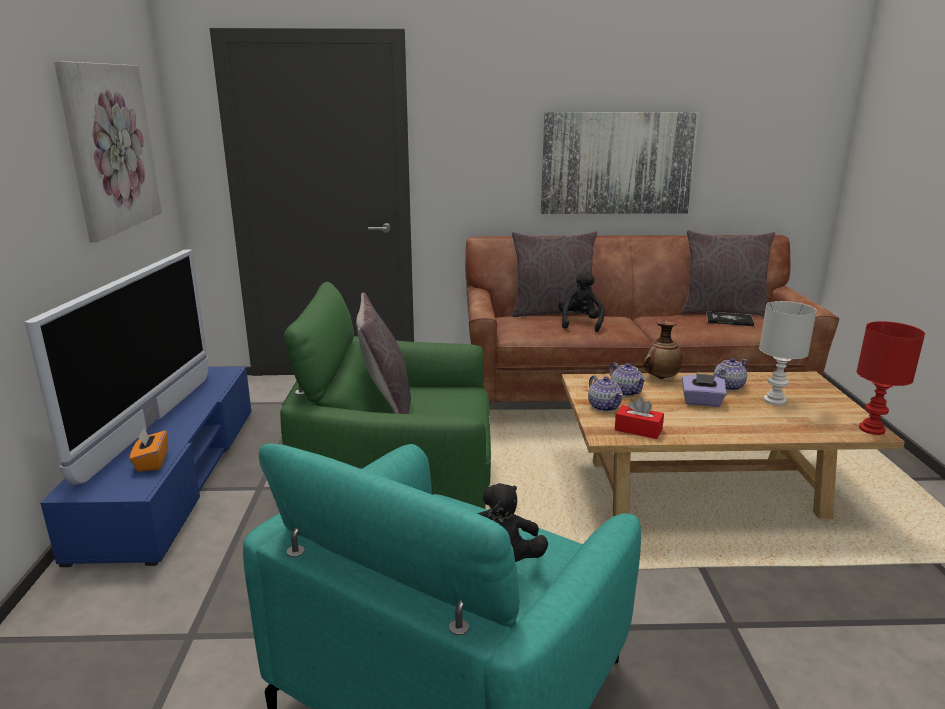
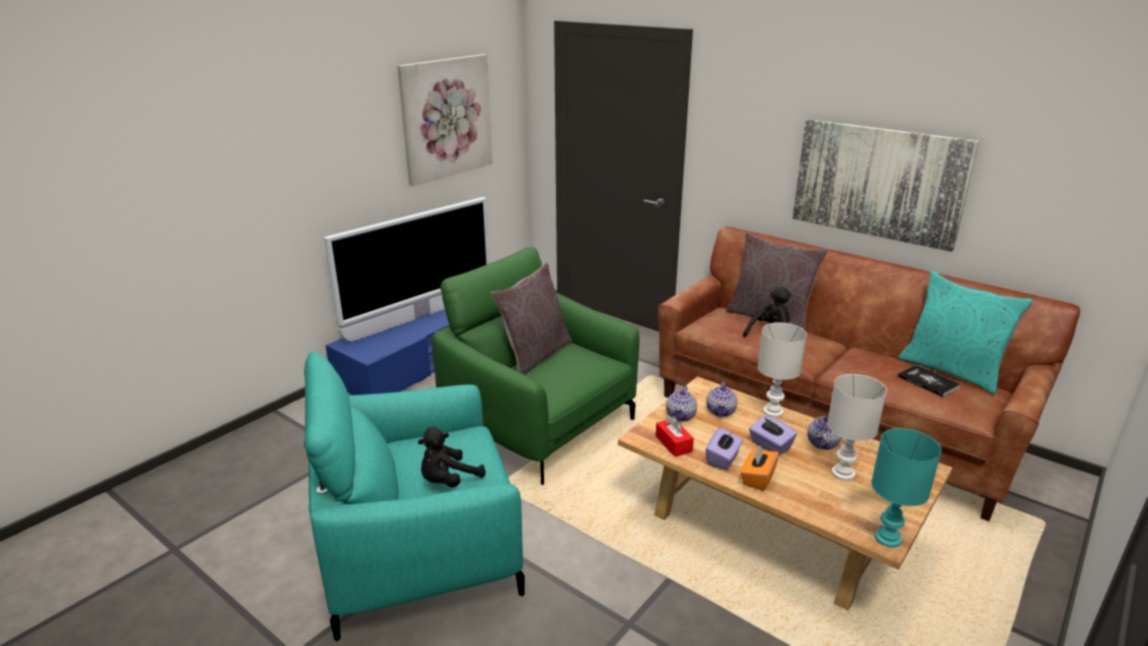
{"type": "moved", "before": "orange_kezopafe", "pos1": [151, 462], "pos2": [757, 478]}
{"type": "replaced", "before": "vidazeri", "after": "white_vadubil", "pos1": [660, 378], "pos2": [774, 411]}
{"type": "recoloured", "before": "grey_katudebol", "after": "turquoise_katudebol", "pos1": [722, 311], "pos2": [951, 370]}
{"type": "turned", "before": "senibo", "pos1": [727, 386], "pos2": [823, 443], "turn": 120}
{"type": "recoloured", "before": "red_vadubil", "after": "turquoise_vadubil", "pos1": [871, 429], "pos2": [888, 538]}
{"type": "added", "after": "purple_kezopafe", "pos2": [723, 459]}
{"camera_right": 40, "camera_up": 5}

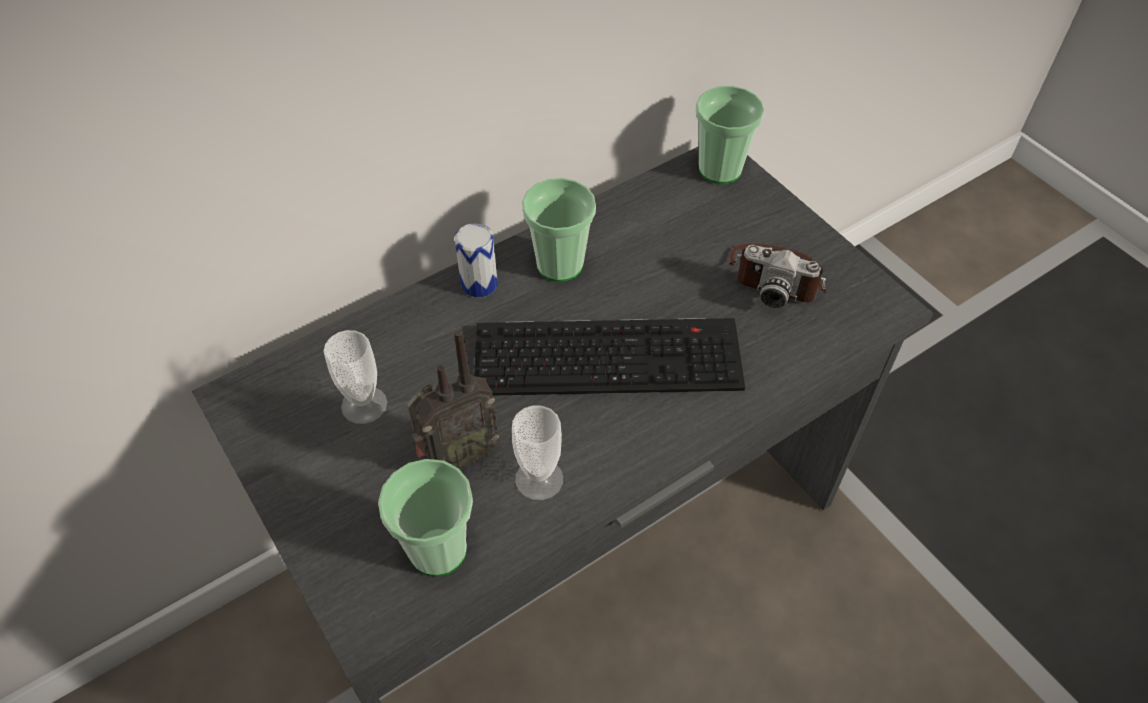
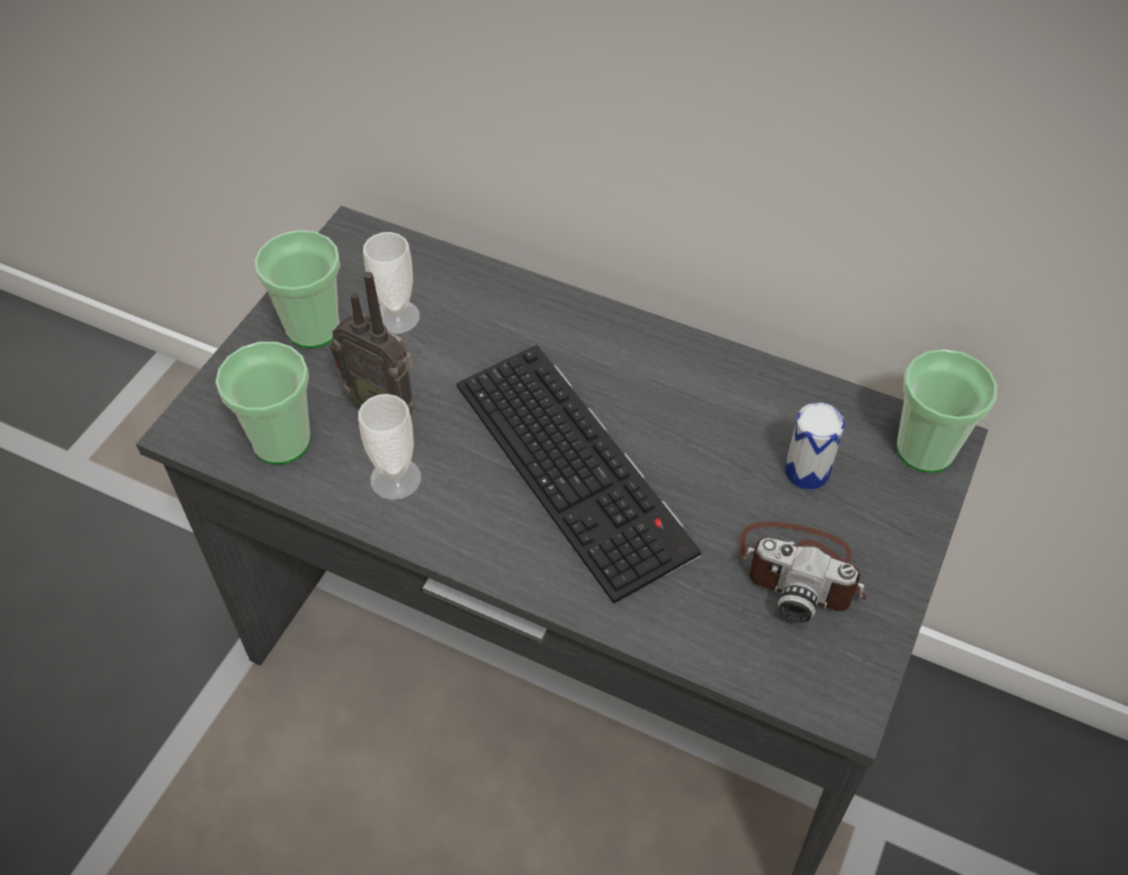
{"type": "moved", "before": "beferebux", "pos1": [479, 284], "pos2": [807, 471]}
{"type": "moved", "before": "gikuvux", "pos1": [559, 264], "pos2": [313, 328]}
{"type": "turned", "before": "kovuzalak", "pos1": [776, 277], "pos2": [800, 571], "turn": -60}
{"camera_right": 60, "camera_up": 0}

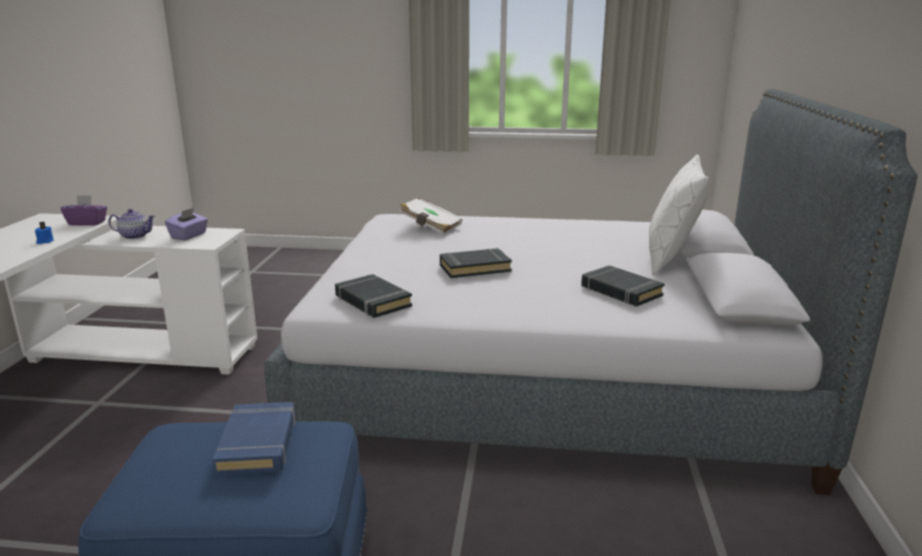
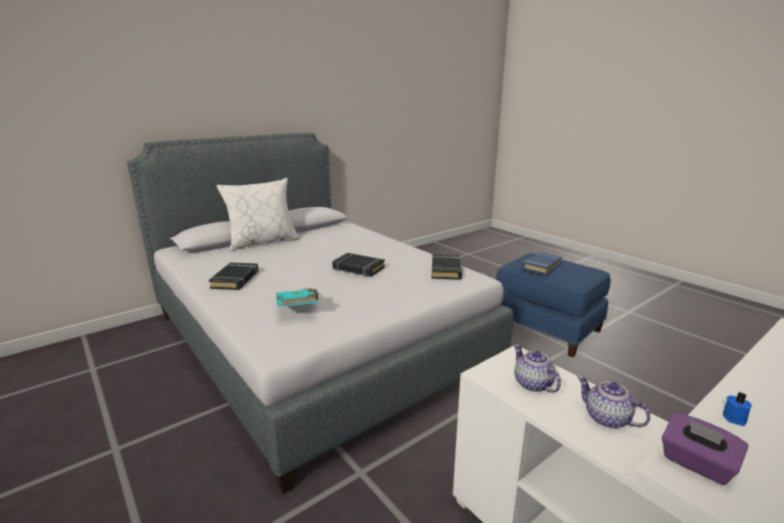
{"type": "replaced", "before": "purple_kezopafe", "after": "senibo", "pos1": [189, 236], "pos2": [533, 384]}
{"type": "recoloured", "before": "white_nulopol", "after": "turquoise_nulopol", "pos1": [430, 227], "pos2": [298, 308]}
{"type": "moved", "before": "black_nulopol", "pos1": [620, 291], "pos2": [235, 280]}
{"camera_right": -135, "camera_up": 0}

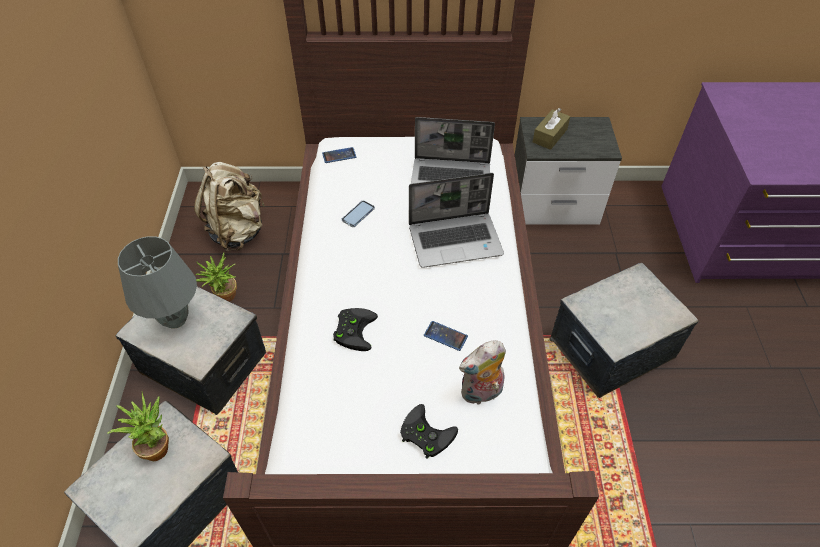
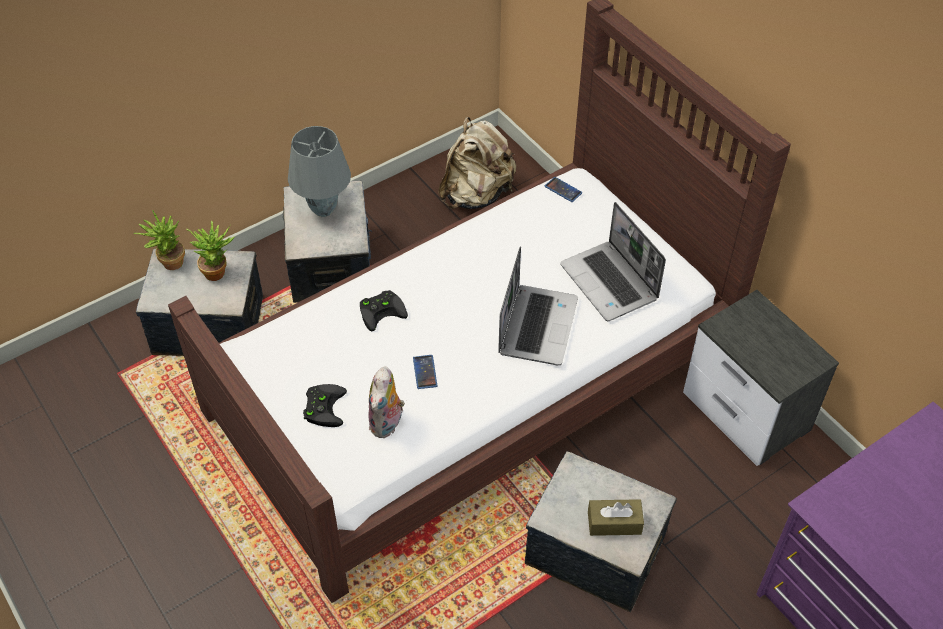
{"type": "moved", "before": "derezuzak", "pos1": [224, 298], "pos2": [168, 263]}
{"type": "removed", "before": "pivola", "pos1": [358, 214]}
{"type": "turned", "before": "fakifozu", "pos1": [456, 240], "pos2": [537, 325], "turn": -120}
{"type": "turned", "before": "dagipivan", "pos1": [481, 393], "pos2": [387, 424], "turn": -105}
{"type": "moved", "before": "brown_kezopafe", "pos1": [550, 136], "pos2": [614, 523]}
{"camera_right": 55, "camera_up": 0}

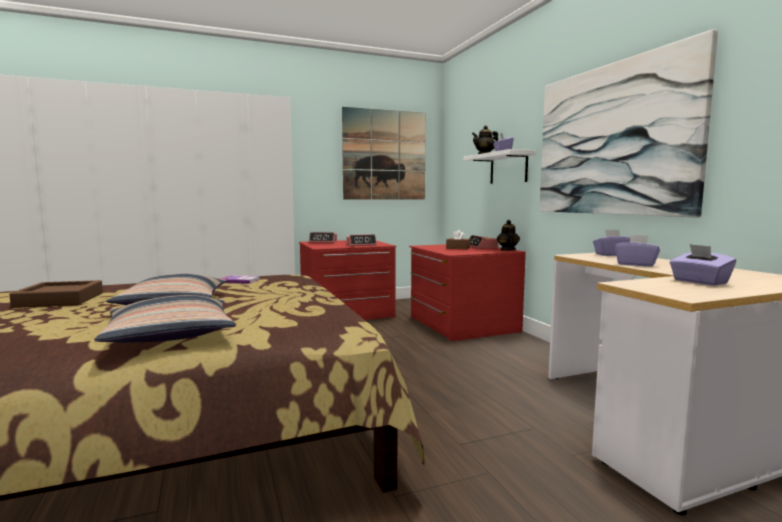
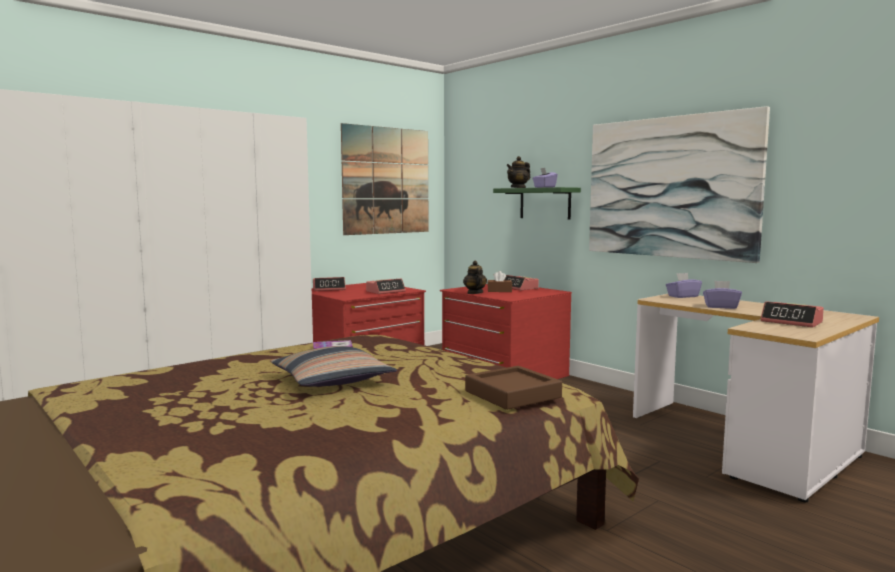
{"type": "moved", "before": "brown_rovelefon", "pos1": [60, 300], "pos2": [512, 394]}
{"type": "removed", "before": "katudebol", "pos1": [170, 335]}
{"type": "recoloured", "before": "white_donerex", "after": "green_donerex", "pos1": [508, 168], "pos2": [545, 203]}
{"type": "moved", "before": "senibo", "pos1": [507, 250], "pos2": [474, 293]}
{"type": "replaced", "before": "purple_kezopafe", "after": "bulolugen", "pos1": [699, 282], "pos2": [791, 322]}
{"camera_right": -20, "camera_up": 0}

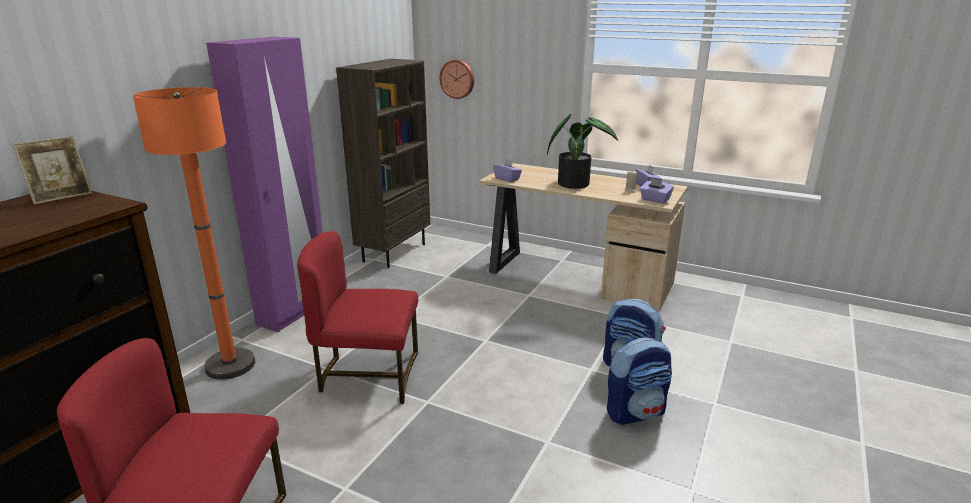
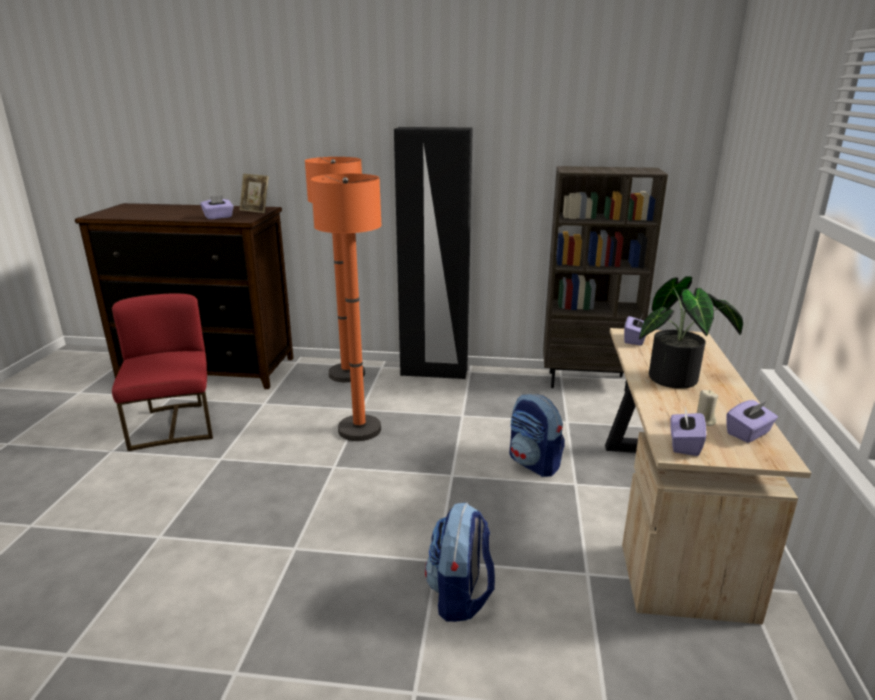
{"type": "recoloured", "before": "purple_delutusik", "after": "black_delutusik", "pos1": [294, 312], "pos2": [434, 372]}
{"type": "replaced", "before": "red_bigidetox", "after": "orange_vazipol", "pos1": [368, 375], "pos2": [359, 429]}
{"type": "removed", "before": "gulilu", "pos1": [457, 79]}
{"type": "moved", "before": "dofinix", "pos1": [636, 412], "pos2": [534, 463]}
{"type": "added", "after": "purple_kezopafe", "pos2": [219, 217]}
{"camera_right": 70, "camera_up": 0}

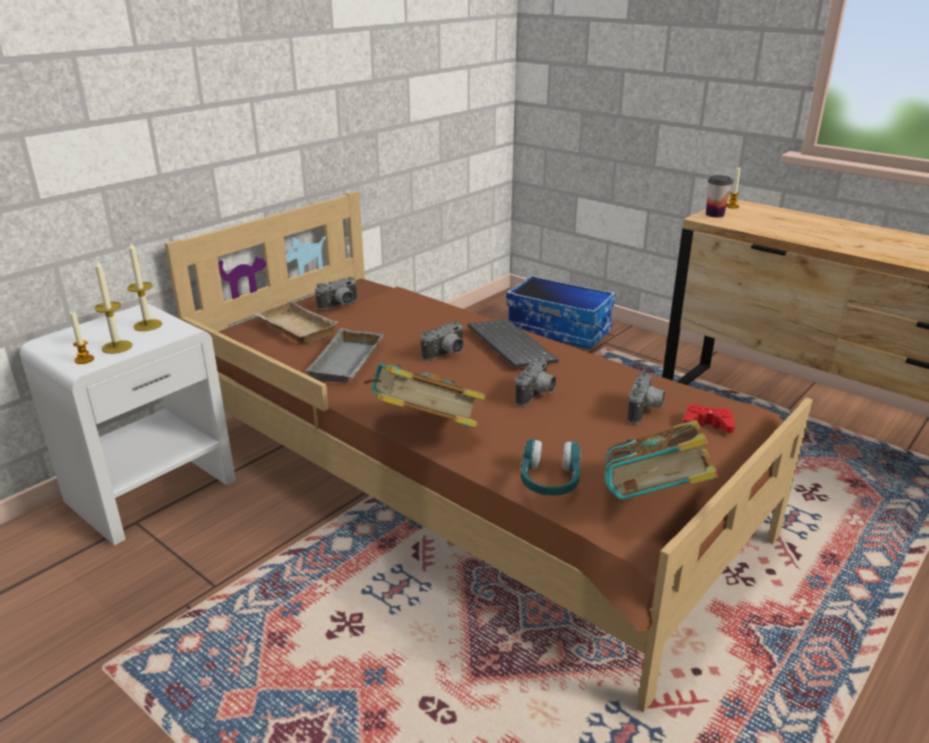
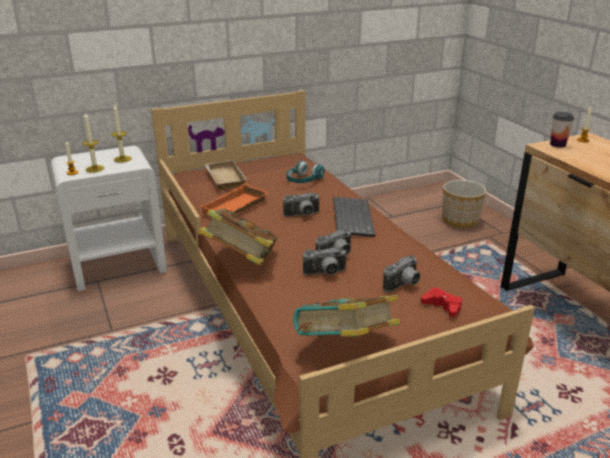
{"type": "recoloured", "before": "grey_rovelefon", "after": "orange_rovelefon", "pos1": [349, 363], "pos2": [236, 208]}
{"type": "moved", "before": "kovuzalak", "pos1": [340, 306], "pos2": [325, 274]}
{"type": "replaced", "before": "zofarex", "after": "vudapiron", "pos1": [559, 330], "pos2": [460, 220]}
{"type": "moved", "before": "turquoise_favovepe", "pos1": [549, 481], "pos2": [303, 180]}
{"camera_right": 25, "camera_up": 0}

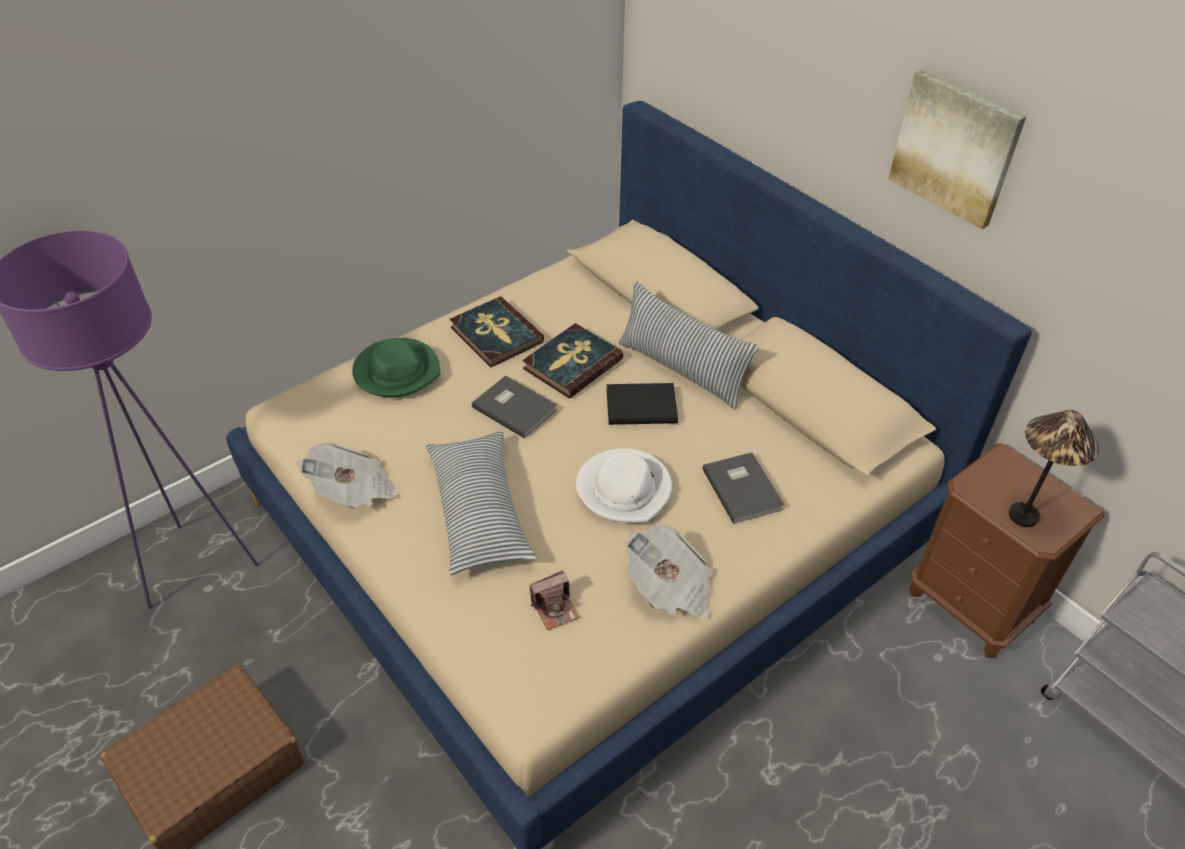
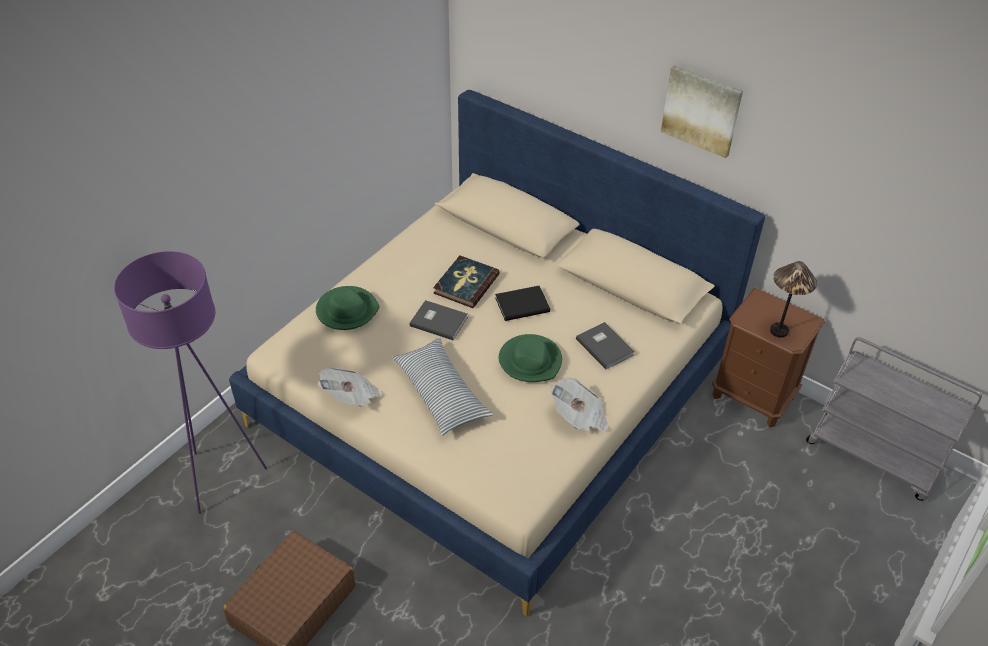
{"type": "removed", "before": "nulopol", "pos1": [496, 335]}
{"type": "removed", "before": "kovuzalak", "pos1": [555, 609]}
{"type": "recoloured", "before": "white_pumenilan", "after": "green_pumenilan", "pos1": [624, 489], "pos2": [530, 361]}
{"type": "removed", "before": "katudebol", "pos1": [681, 370]}
{"camera_right": -15, "camera_up": 0}

